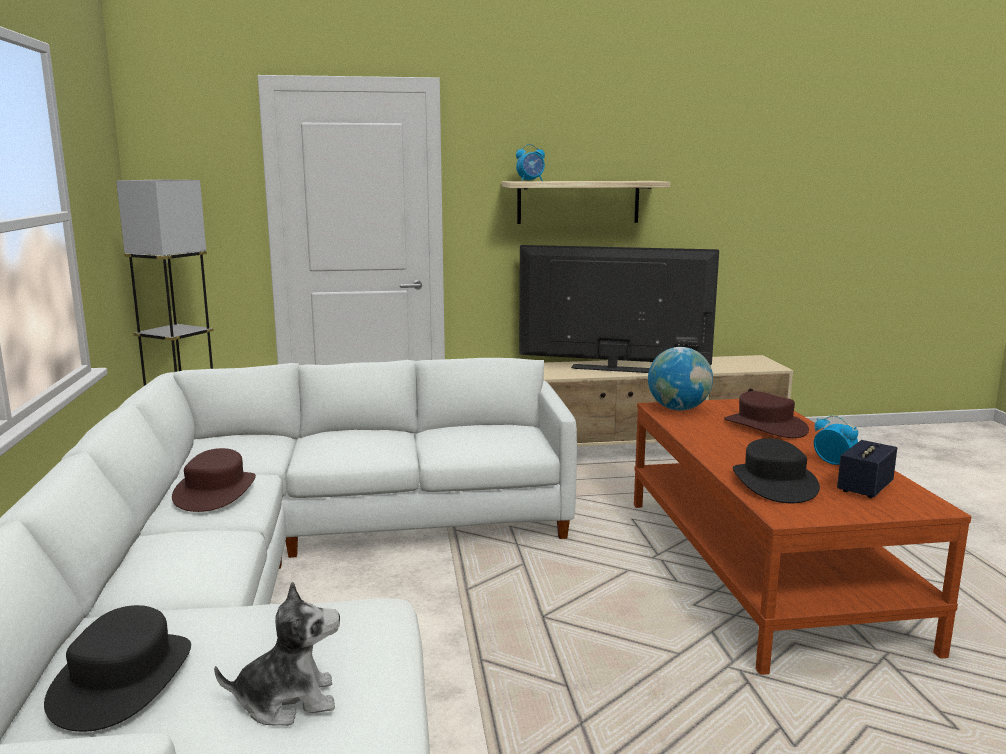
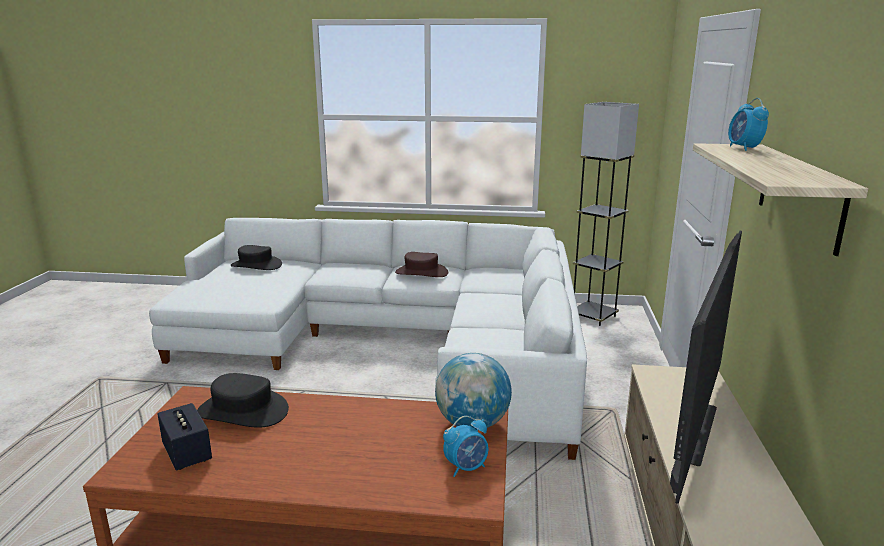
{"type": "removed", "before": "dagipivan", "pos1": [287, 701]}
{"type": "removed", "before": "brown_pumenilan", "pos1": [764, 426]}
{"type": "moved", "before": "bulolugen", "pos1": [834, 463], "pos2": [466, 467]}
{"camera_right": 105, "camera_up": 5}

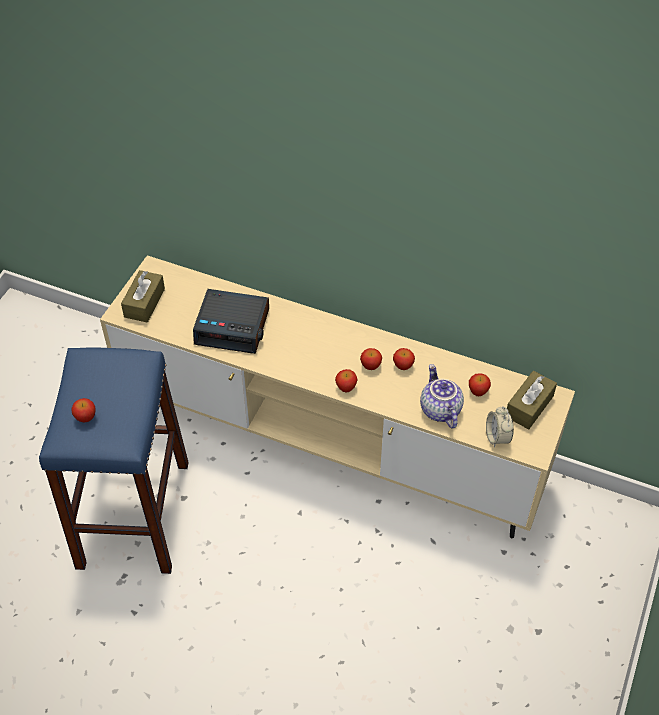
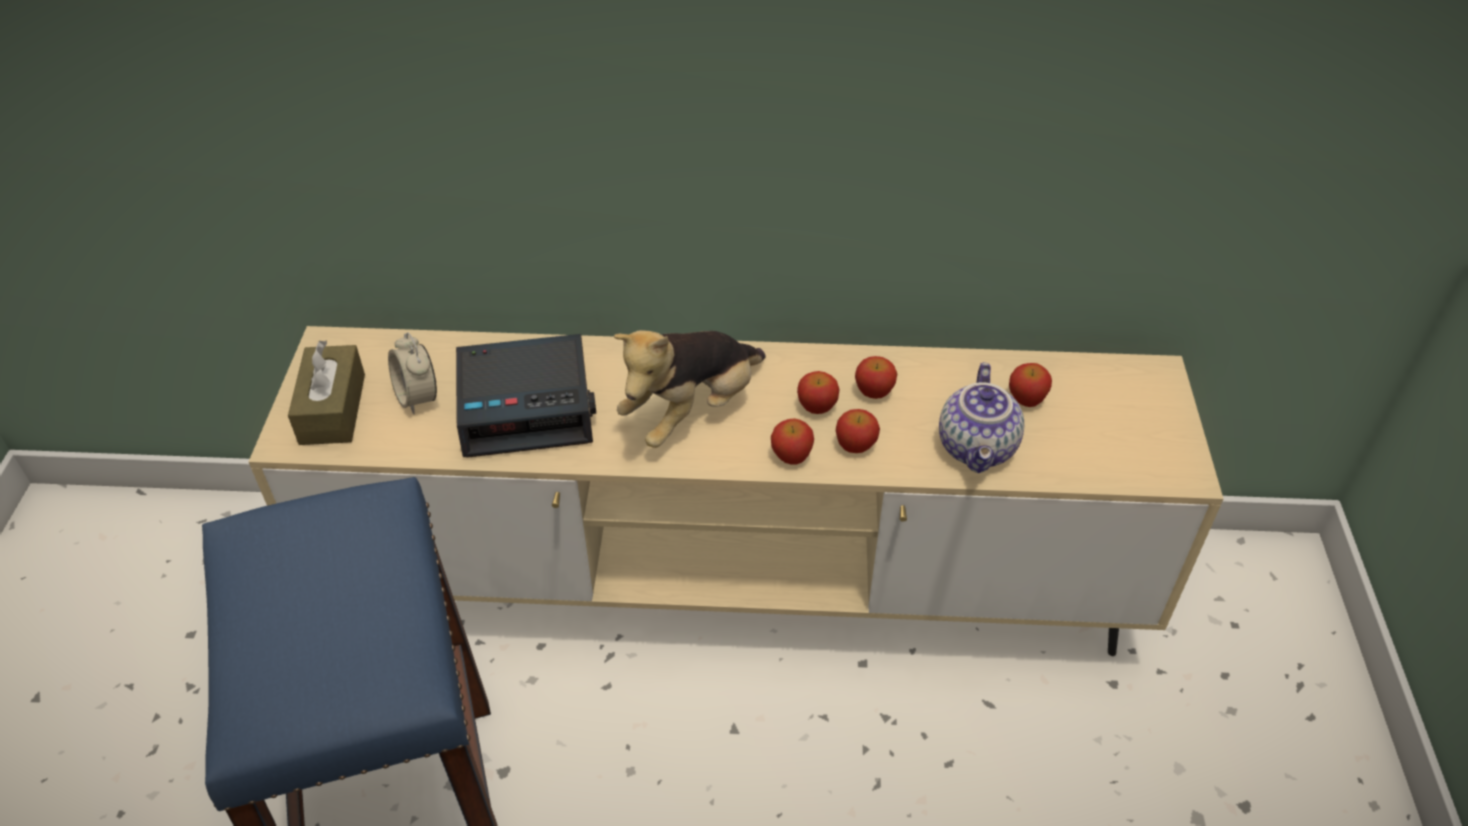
{"type": "moved", "before": "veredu", "pos1": [86, 417], "pos2": [856, 445]}
{"type": "turned", "before": "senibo", "pos1": [439, 410], "pos2": [978, 448], "turn": -135}
{"type": "moved", "before": "bulolugen", "pos1": [497, 437], "pos2": [418, 397]}
{"type": "removed", "before": "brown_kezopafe", "pos1": [529, 406]}
{"type": "added", "after": "dagipivan", "pos2": [692, 411]}
{"camera_right": -20, "camera_up": -5}

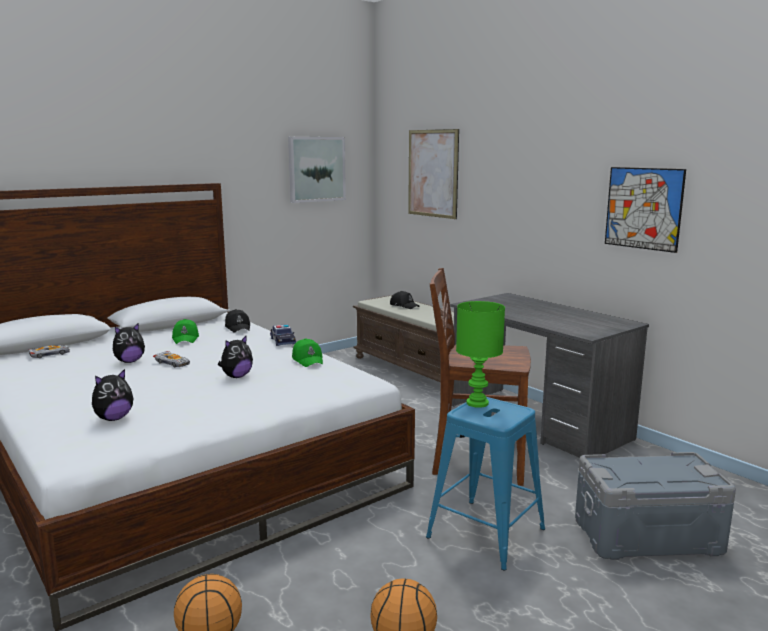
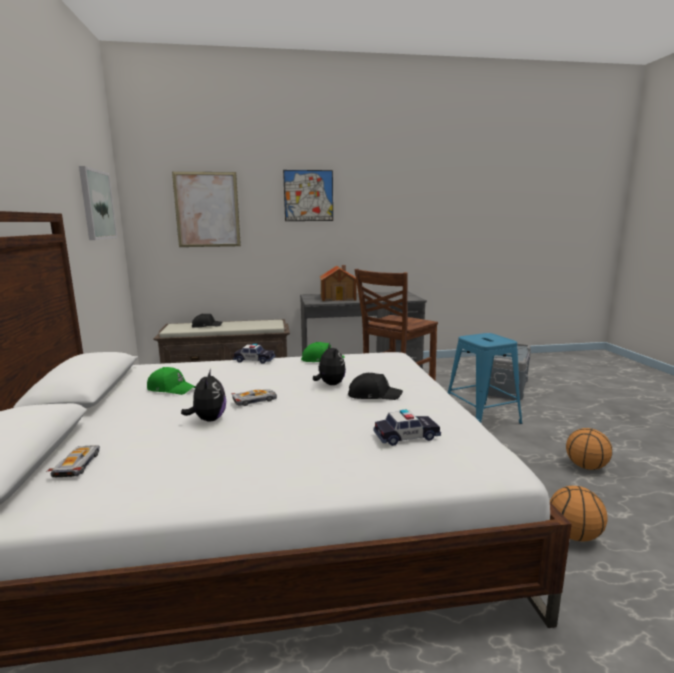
{"type": "replaced", "before": "dagipivan", "after": "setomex", "pos1": [113, 418], "pos2": [406, 436]}
{"type": "moved", "before": "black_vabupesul", "pos1": [238, 327], "pos2": [373, 395]}
{"type": "removed", "before": "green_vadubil", "pos1": [478, 403]}
{"type": "moved", "before": "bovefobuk", "pos1": [643, 208], "pos2": [308, 195]}
{"type": "added", "after": "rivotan", "pos2": [338, 298]}
{"camera_right": -60, "camera_up": 0}

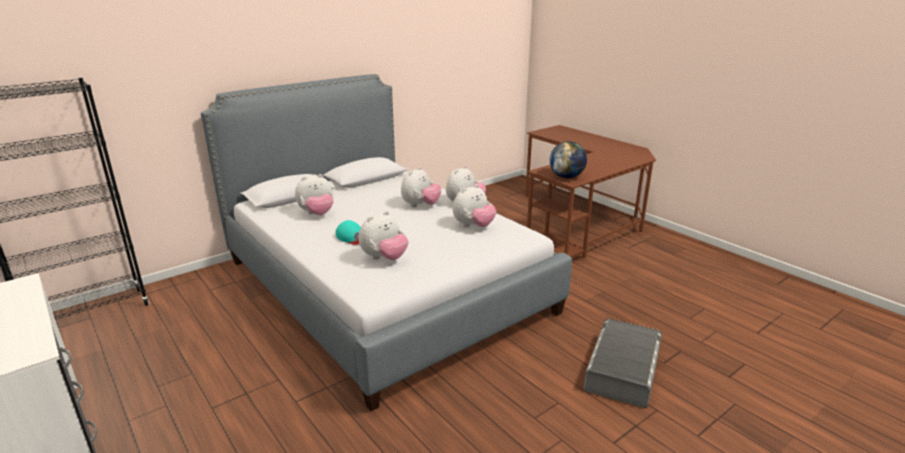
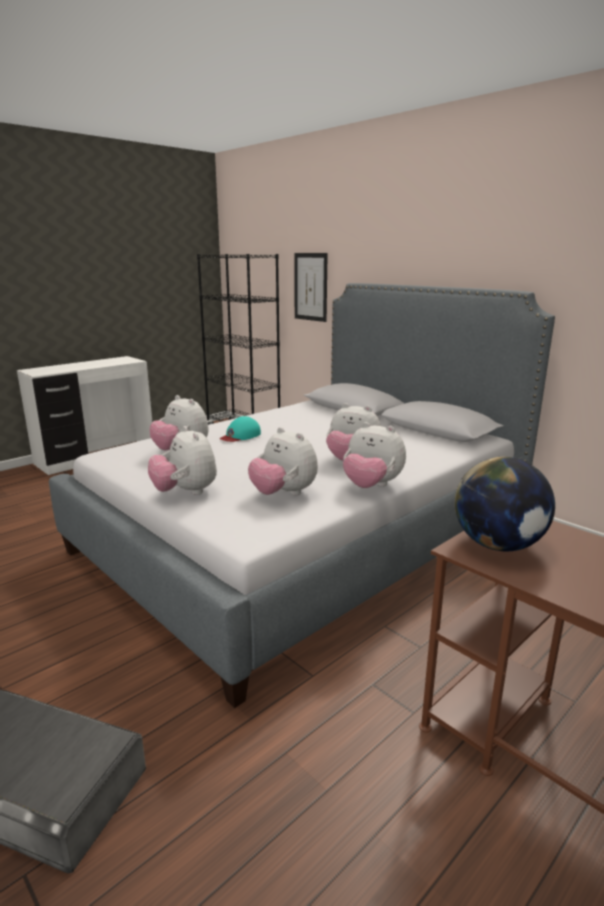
{"type": "moved", "before": "dagipivan", "pos1": [317, 214], "pos2": [185, 492]}
{"type": "added", "after": "bovefobuk", "pos2": [310, 287]}
{"camera_right": 85, "camera_up": -5}

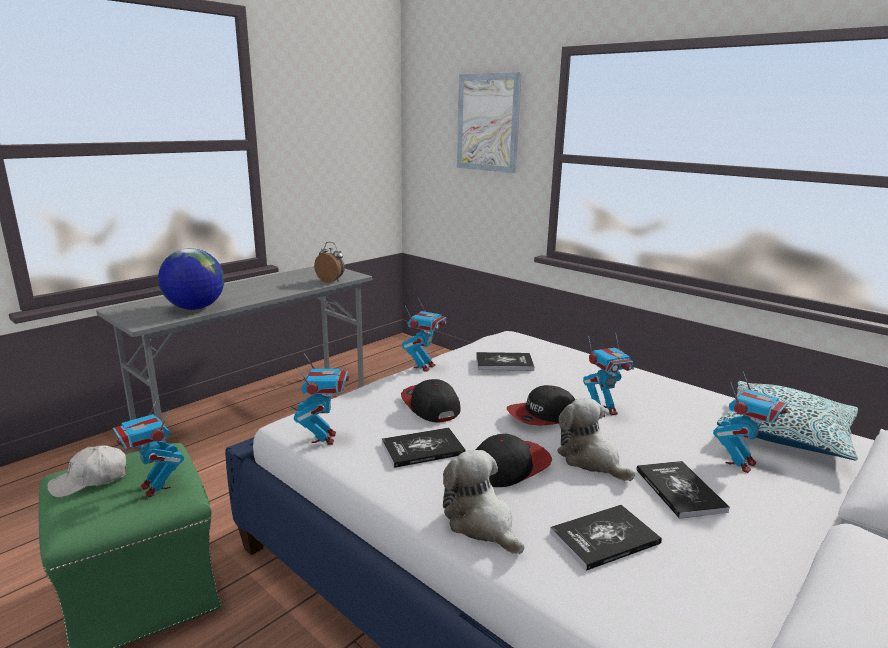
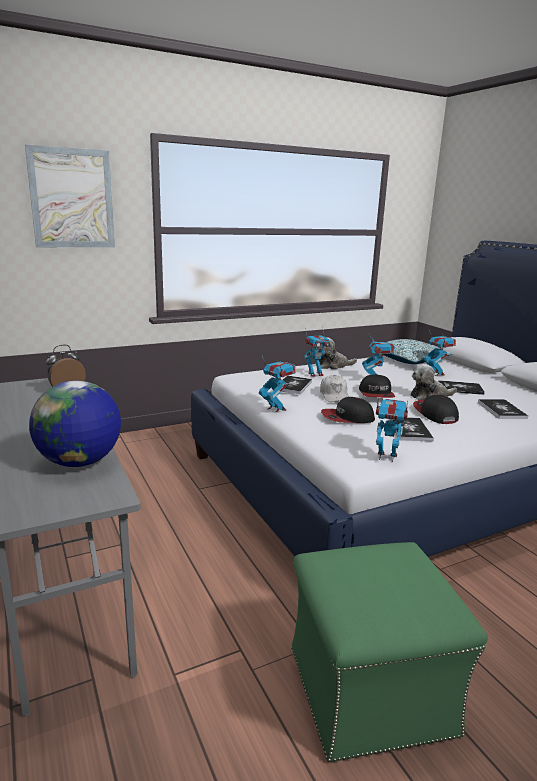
{"type": "moved", "before": "white_vabupesul", "pos1": [90, 480], "pos2": [334, 396]}
{"type": "moved", "before": "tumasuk", "pos1": [155, 488], "pos2": [315, 374]}
{"type": "moved", "before": "dagipivan", "pos1": [481, 523], "pos2": [333, 365]}
{"camera_right": -70, "camera_up": 0}

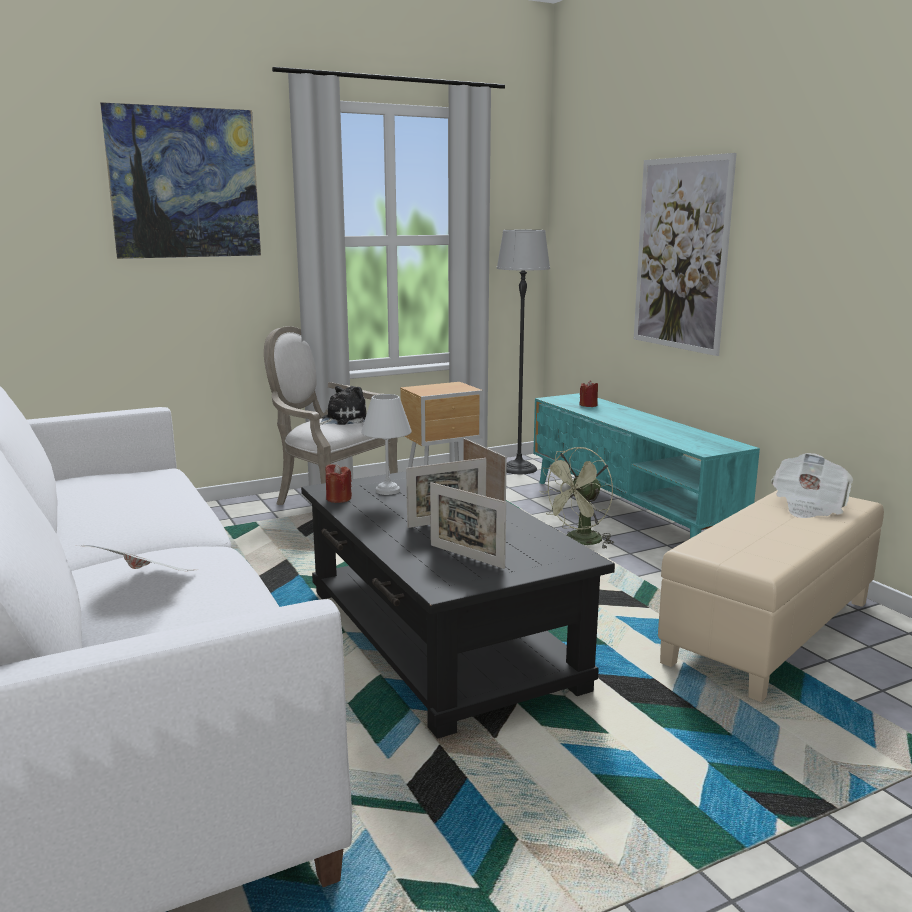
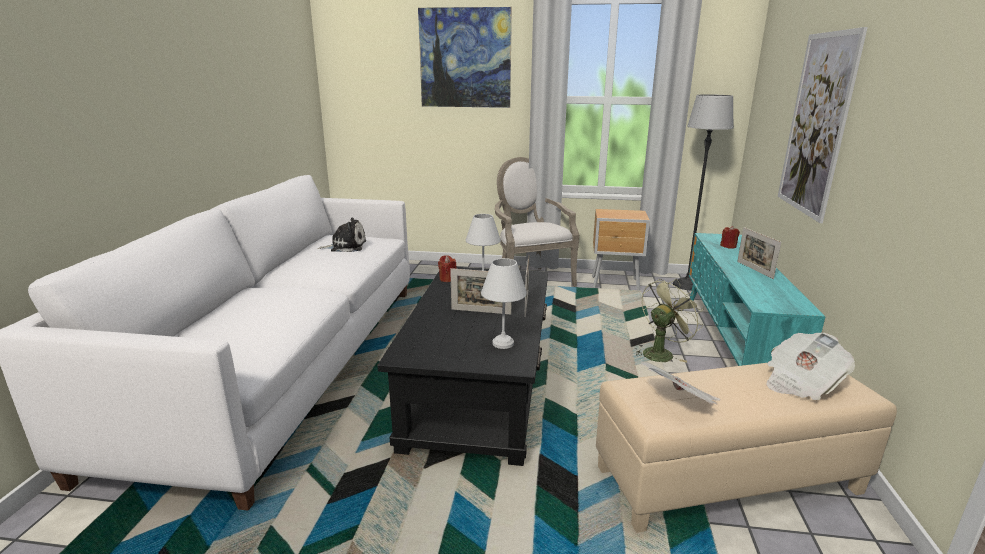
{"type": "moved", "before": "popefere", "pos1": [143, 586], "pos2": [680, 402]}
{"type": "moved", "before": "dagipivan", "pos1": [342, 420], "pos2": [346, 247]}
{"type": "moved", "before": "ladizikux", "pos1": [466, 556], "pos2": [754, 270]}
{"type": "turned", "before": "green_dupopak", "pos1": [579, 542], "pos2": [661, 353], "turn": 150}
{"type": "added", "after": "white_vadubil", "pos2": [502, 343]}
{"camera_right": 35, "camera_up": 5}

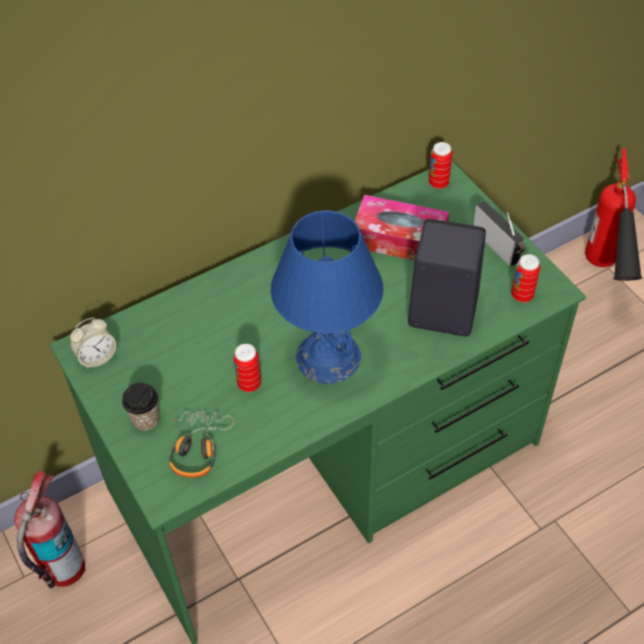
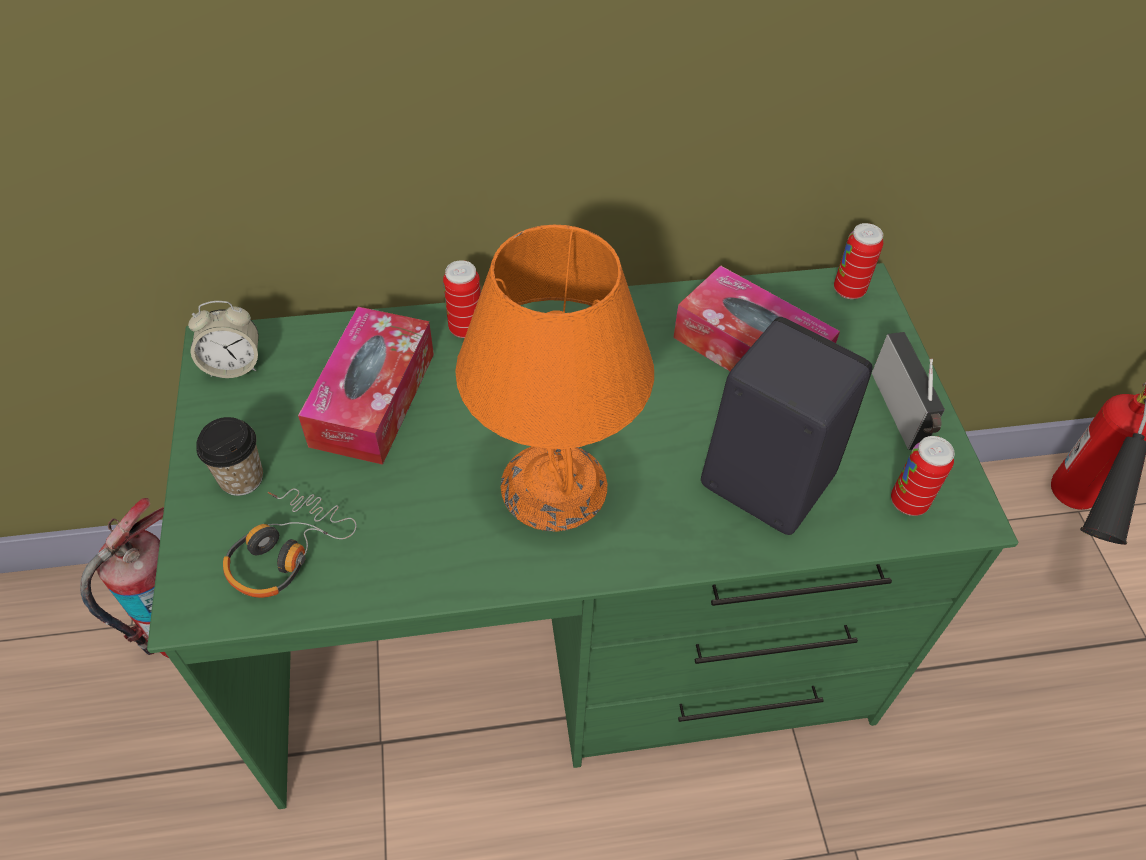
{"type": "moved", "before": "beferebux", "pos1": [249, 384], "pos2": [466, 328]}
{"type": "recoloured", "before": "blue_vadubil", "after": "orange_vadubil", "pos1": [327, 356], "pos2": [552, 485]}
{"type": "added", "after": "kezopafe", "pos2": [373, 399]}
{"camera_right": 20, "camera_up": 0}

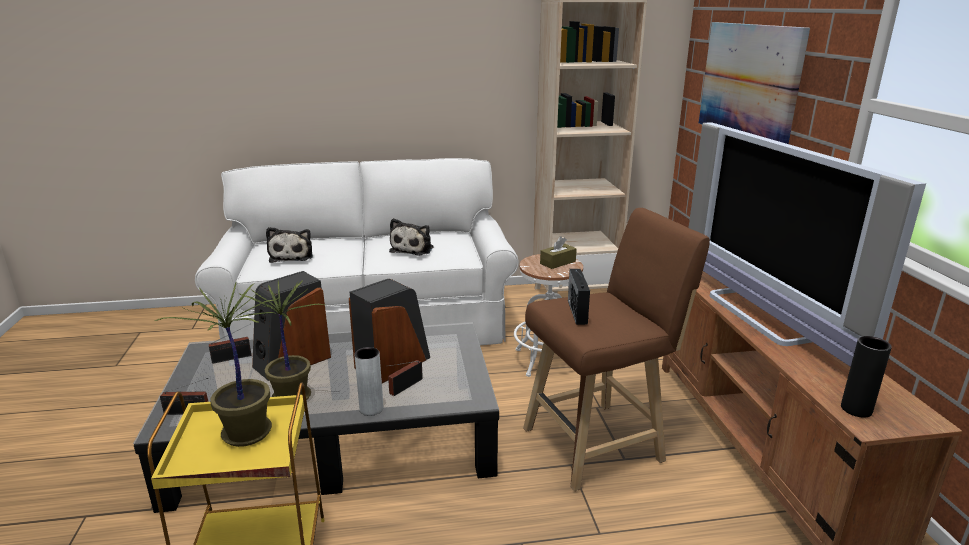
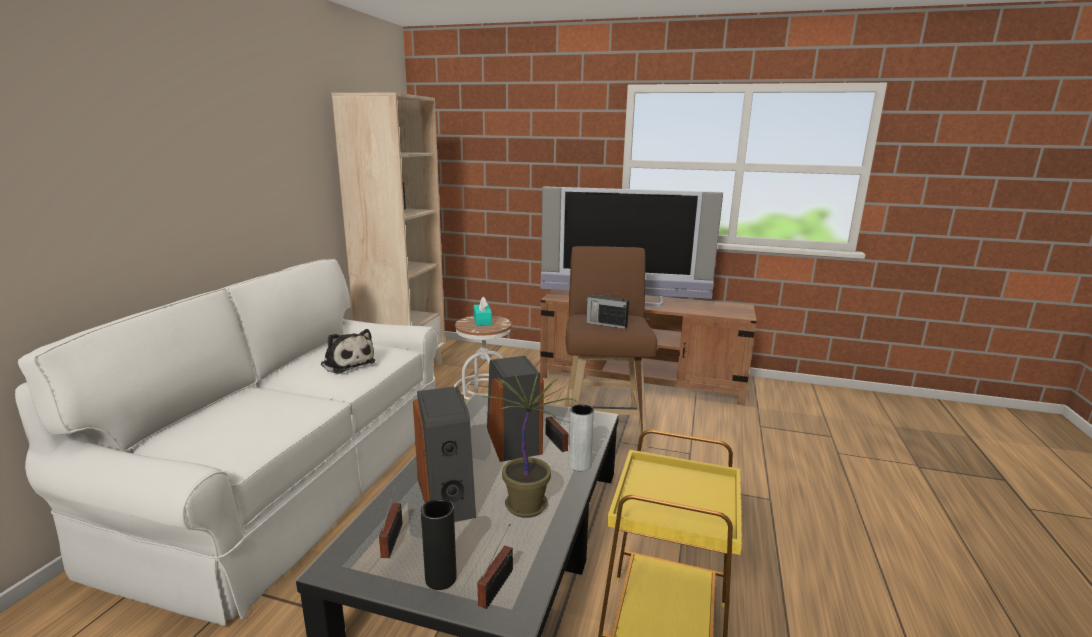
{"type": "removed", "before": "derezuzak", "pos1": [245, 433]}
{"type": "removed", "before": "dagipivan", "pos1": [292, 256]}
{"type": "recoloured", "before": "brown_kezopafe", "after": "turquoise_kezopafe", "pos1": [557, 262], "pos2": [482, 320]}
{"type": "removed", "before": "bovefobuk", "pos1": [749, 82]}
{"type": "moved", "before": "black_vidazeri", "pos1": [856, 409], "pos2": [441, 578]}
{"camera_right": -65, "camera_up": -5}

